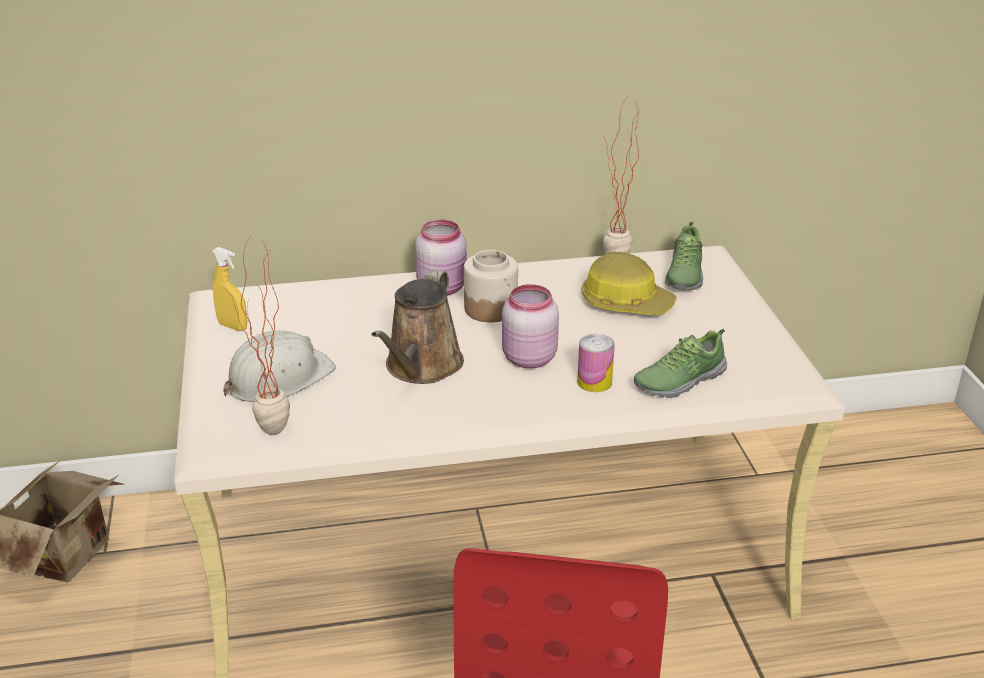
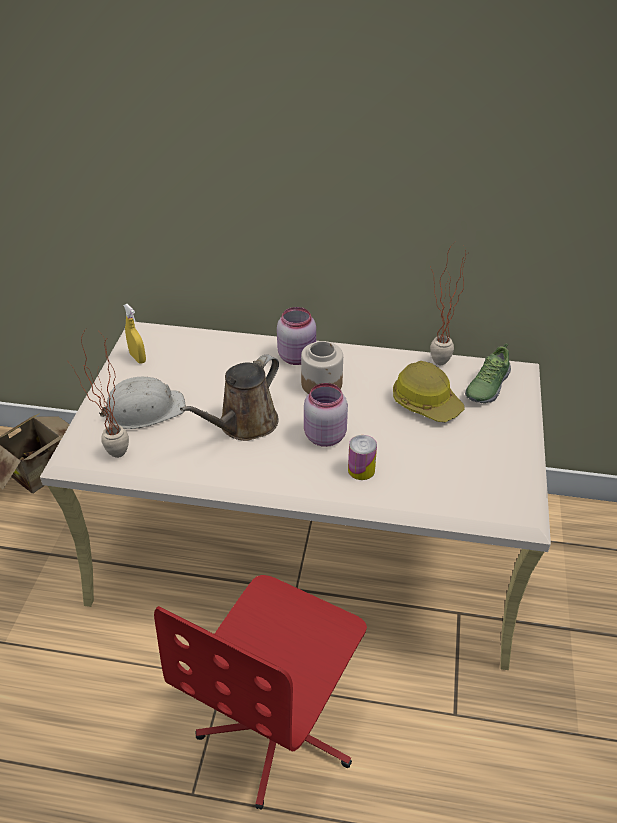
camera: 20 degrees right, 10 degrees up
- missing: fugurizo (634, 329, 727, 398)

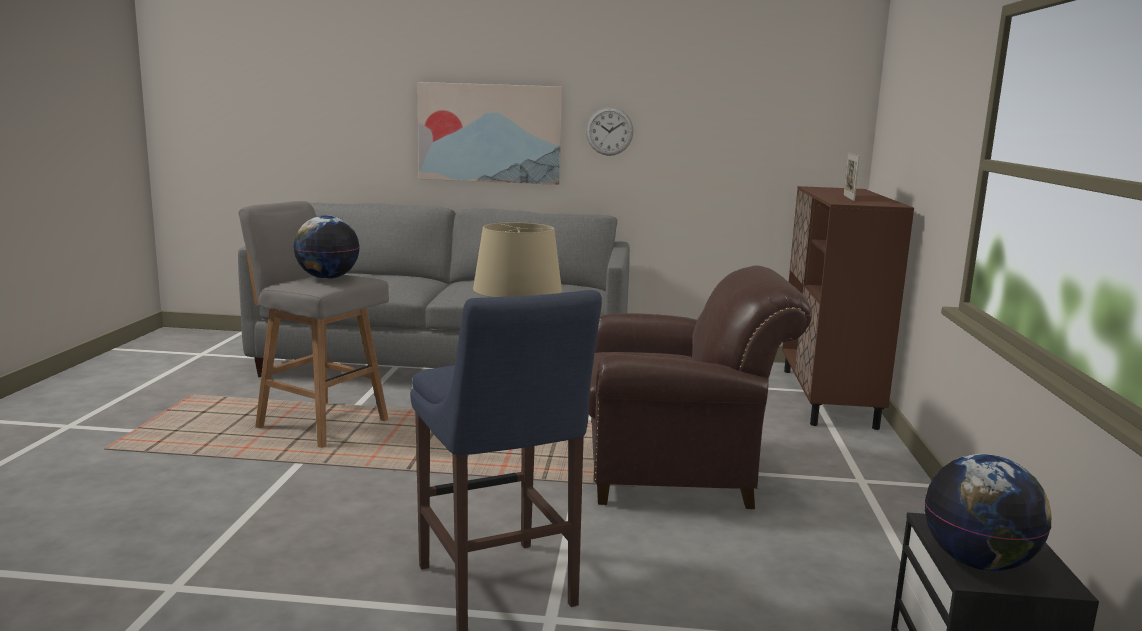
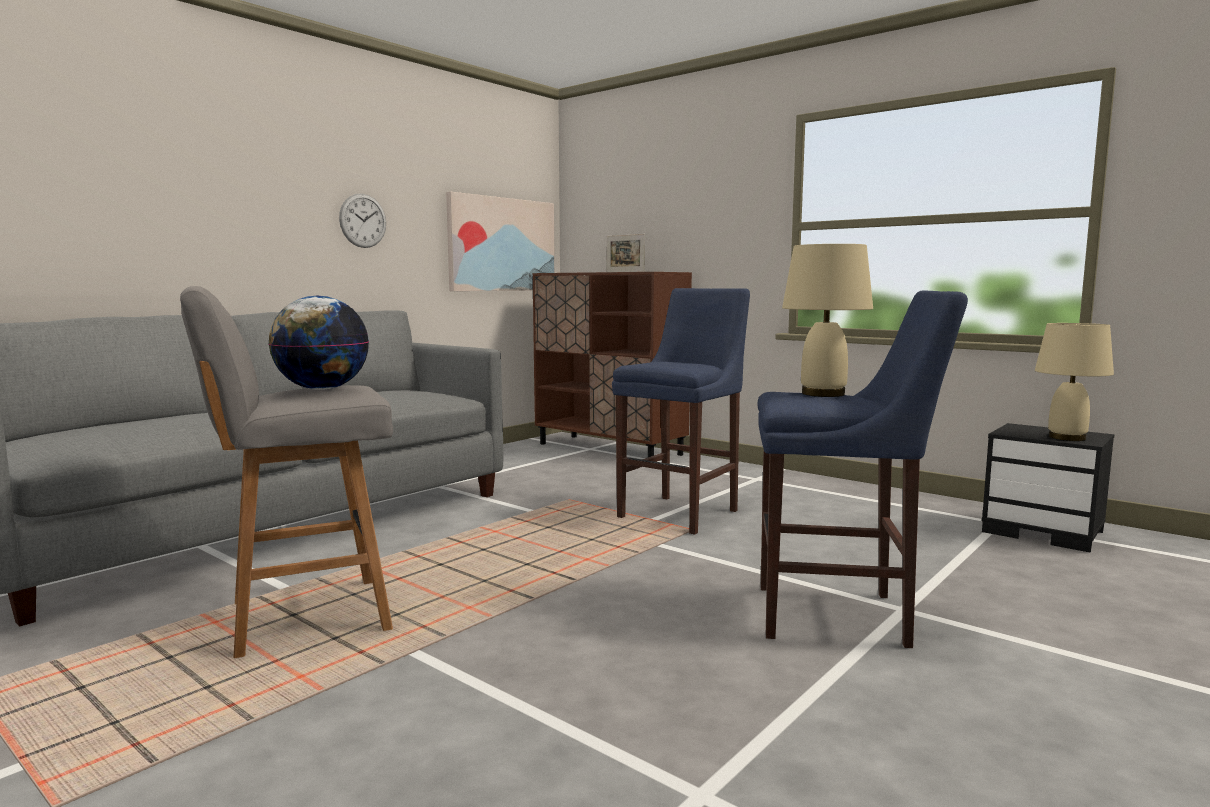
camera: 55 degrees left, 5 degrees down
- relocated: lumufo (417, 82, 563, 185) to (446, 192, 555, 291)
- exchanged: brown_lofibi (588, 266, 812, 509) to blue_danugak (612, 288, 750, 535)
- exchanged: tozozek (924, 454, 1052, 571) to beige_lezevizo (1035, 323, 1114, 441)

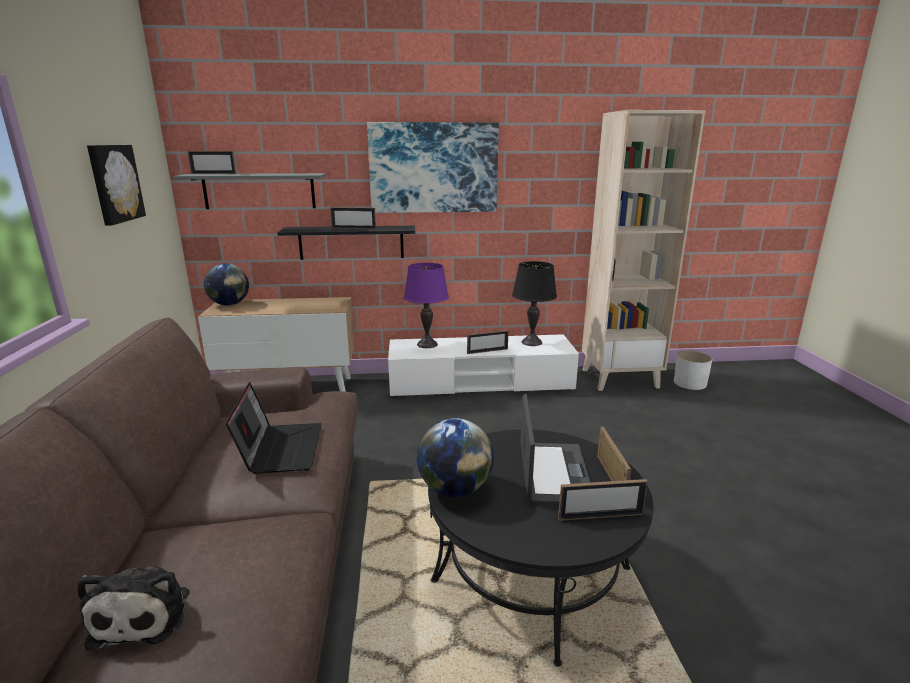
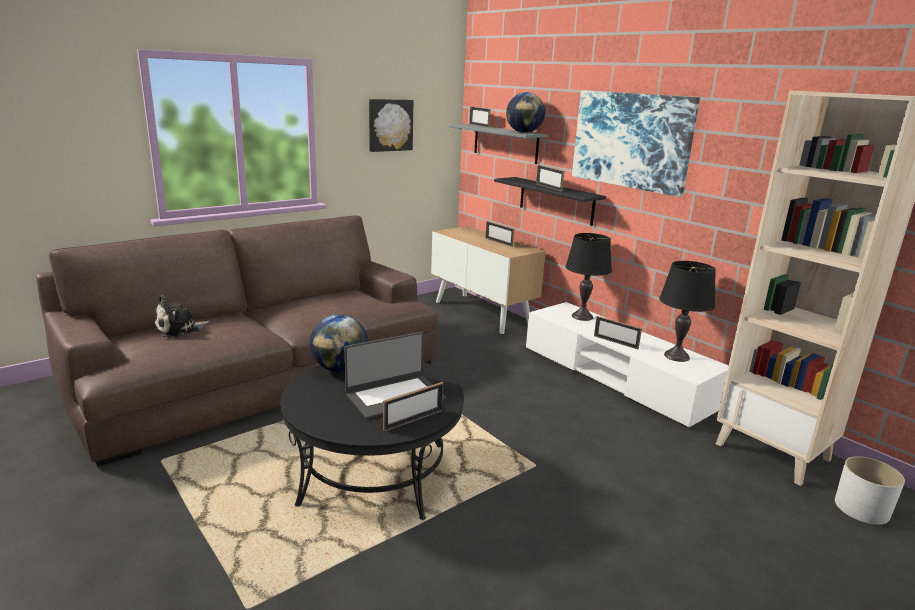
camera: 55 degrees right, 0 degrees up
- relocated: tozozek (204, 263, 249, 305) to (506, 92, 545, 133)
- missing: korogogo (225, 382, 322, 474)
- colour: purple_lezevizo (404, 263, 449, 348) to black_lezevizo (565, 233, 612, 321)
- relocated: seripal (558, 479, 648, 521) to (486, 221, 514, 247)

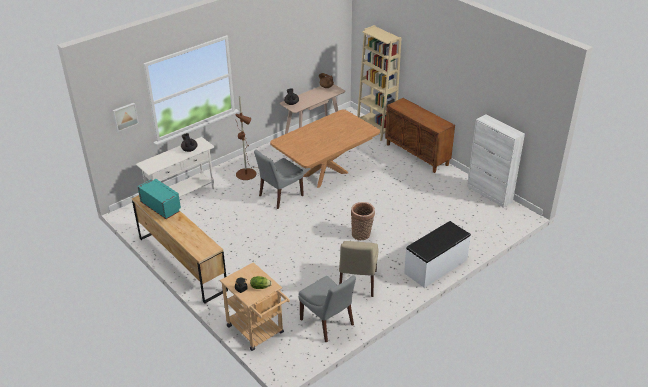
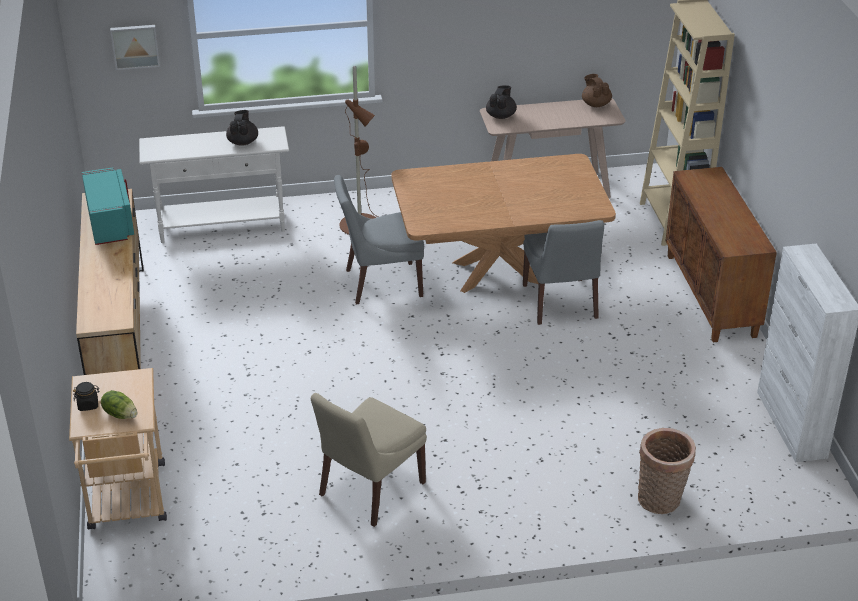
camera: 30 degrees right, 0 degrees up
- relocated: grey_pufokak (299, 275, 356, 342) to (523, 220, 604, 325)
- relocated: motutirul (351, 202, 375, 240) to (638, 428, 696, 514)
- missing: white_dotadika (404, 221, 471, 288)

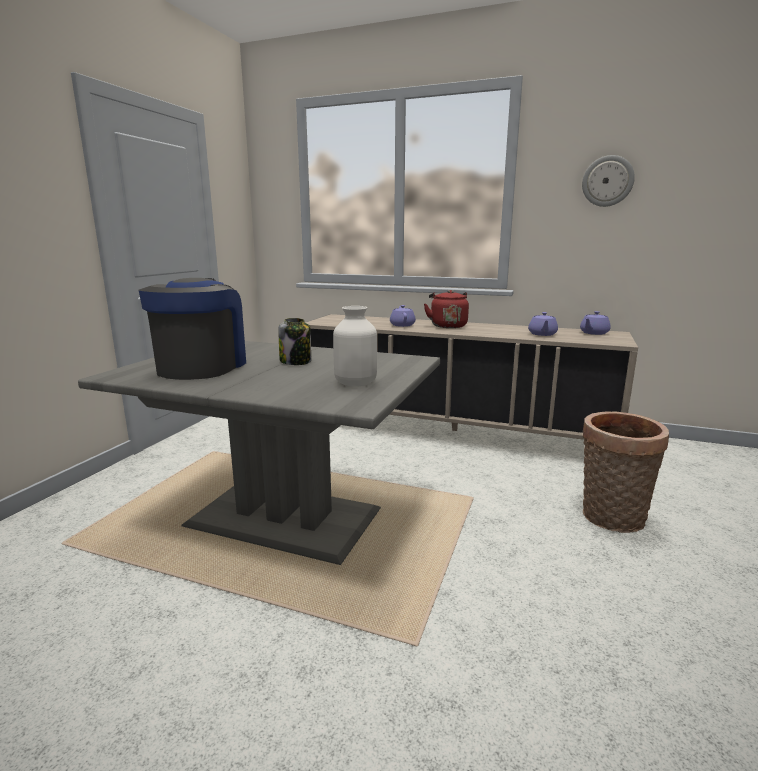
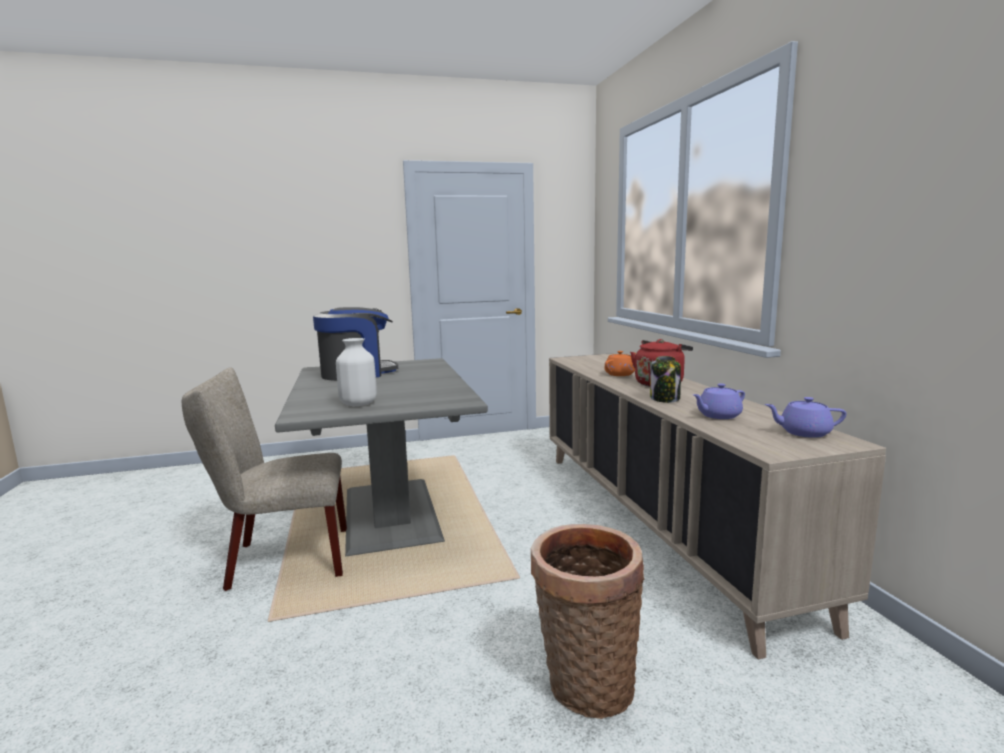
camera: 55 degrees right, 5 degrees down
- relocated: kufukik (278, 318, 311, 365) to (650, 356, 681, 403)
- colour: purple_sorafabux (390, 305, 416, 327) to orange_sorafabux (604, 351, 636, 376)
- missing: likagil (582, 155, 635, 207)
- appeared: beige_pufokak (182, 367, 347, 591)

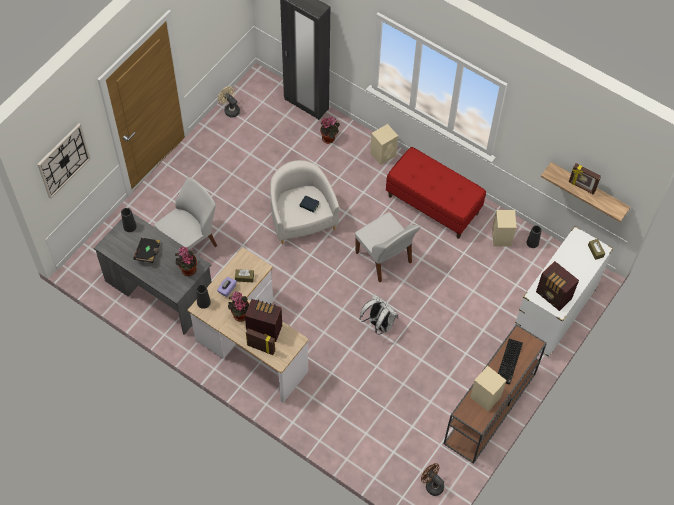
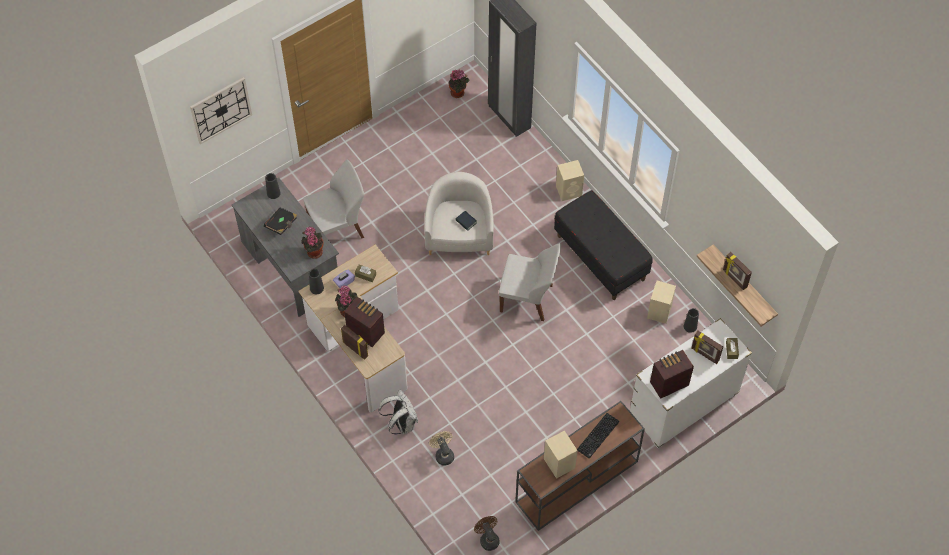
camera: 20 degrees right, 0 degrees up
- relocated: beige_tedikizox (218, 86, 240, 117) to (429, 431, 454, 466)
- relocated: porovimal (320, 117, 340, 144) to (449, 70, 469, 98)
- spun: white_pufokak (355, 212, 421, 282) = (499, 243, 561, 321) 60 degrees counterclockwise
- relocated: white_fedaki (360, 294, 398, 335) to (378, 390, 418, 434)
- colour: red_dotadika (386, 147, 486, 239) to black_dotadika (554, 190, 653, 300)
- spun: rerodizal (536, 261, 579, 311) = (650, 350, 694, 399) 90 degrees clockwise
- appeared: seripal (692, 331, 723, 364)

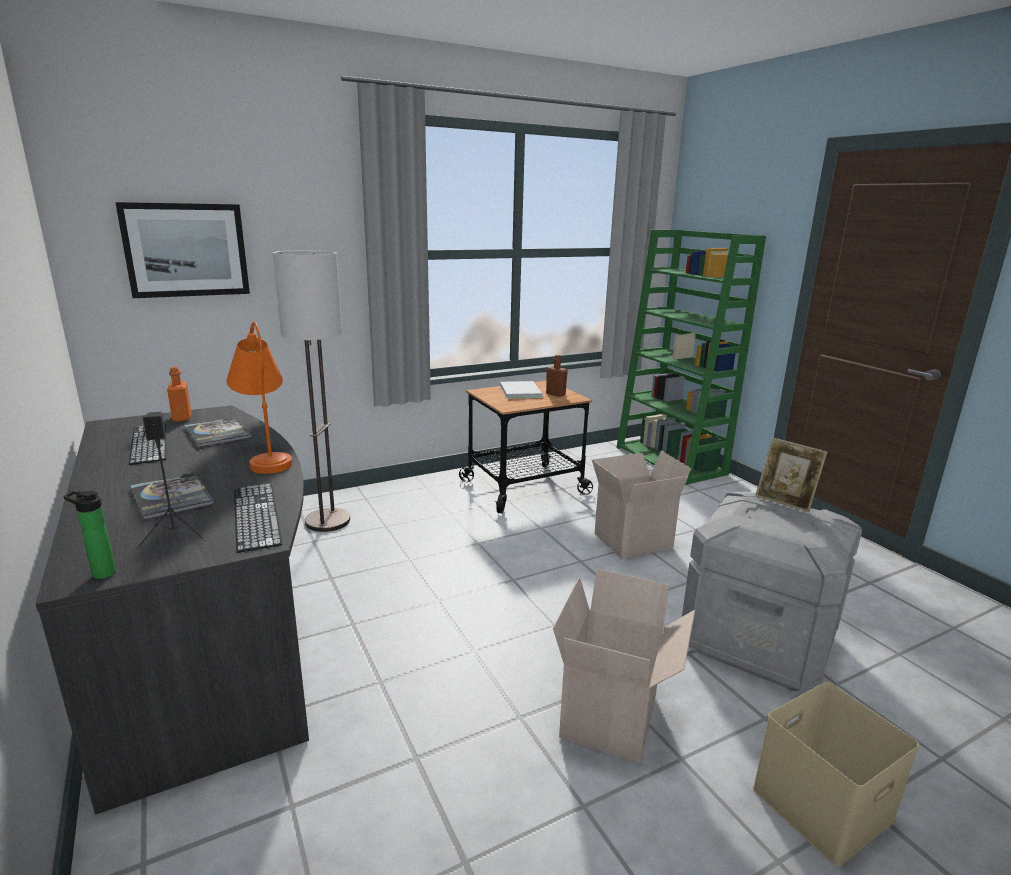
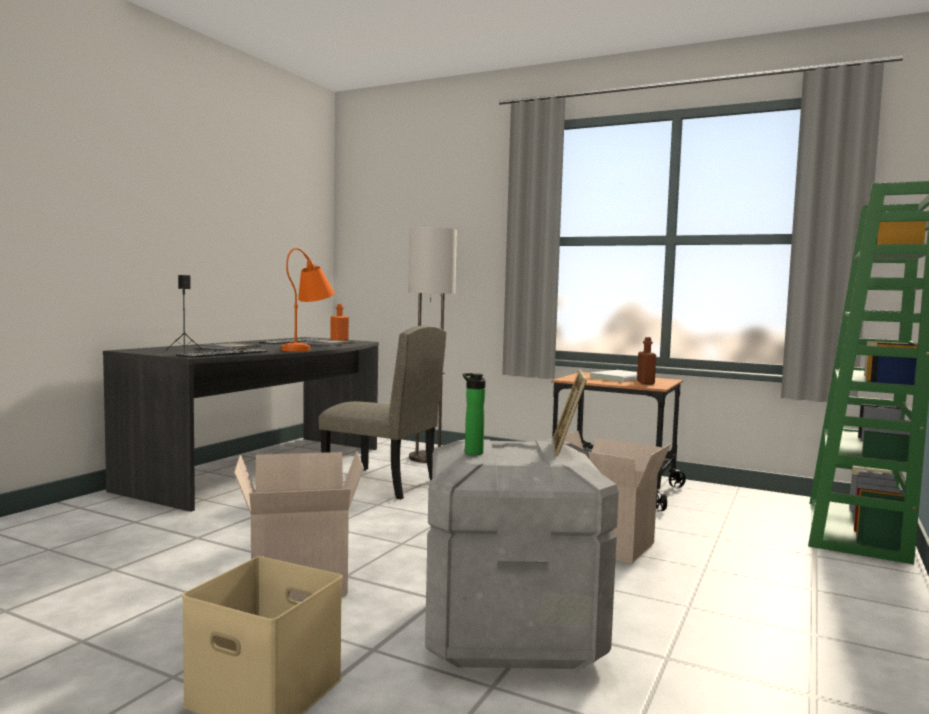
camera: 55 degrees right, 15 degrees down
- relocated: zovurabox (64, 491, 116, 579) to (463, 373, 486, 455)
- missing: lumufo (115, 202, 250, 298)
- appeared: beige_pufokak (318, 325, 446, 499)

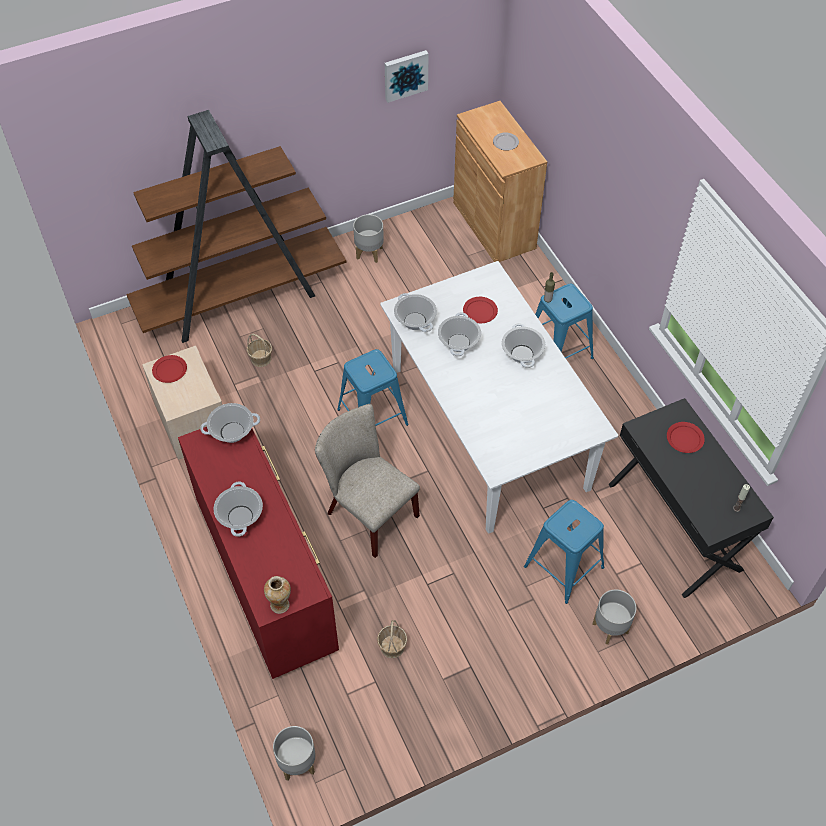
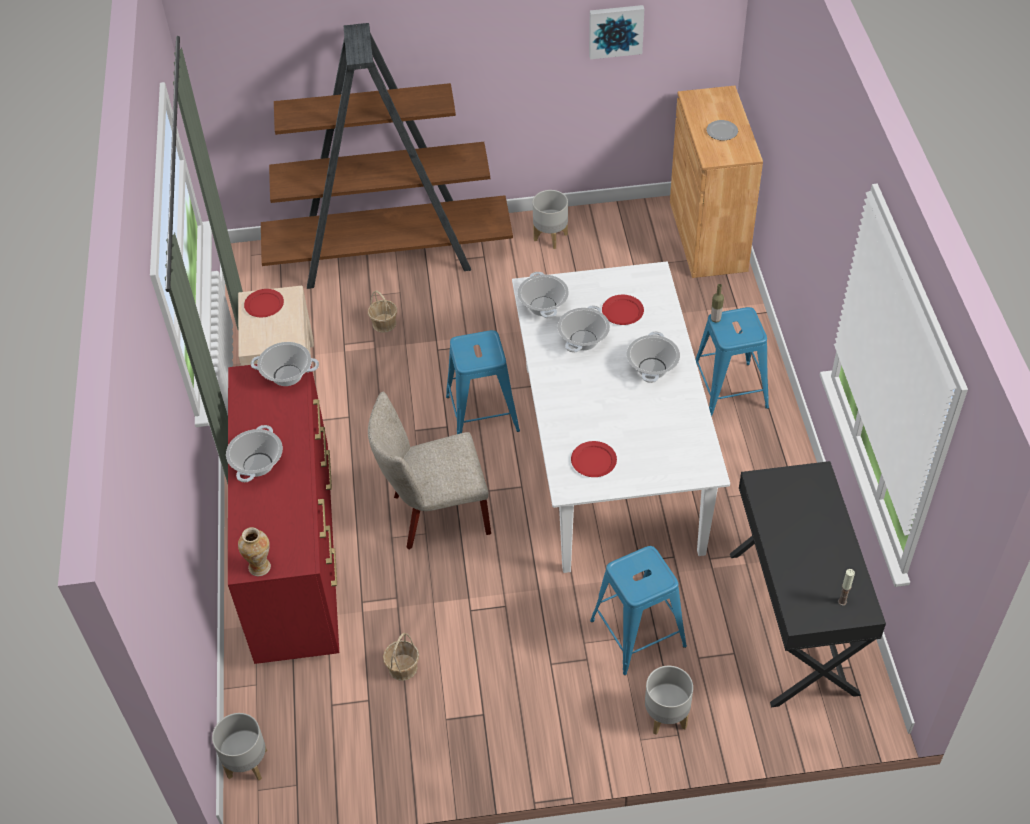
camera: 20 degrees right, 5 degrees down
- spun: beige_pufokak (315, 404, 420, 558) = (368, 392, 491, 550) 75 degrees counterclockwise
- relocated: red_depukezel (667, 422, 705, 453) to (571, 441, 617, 477)

